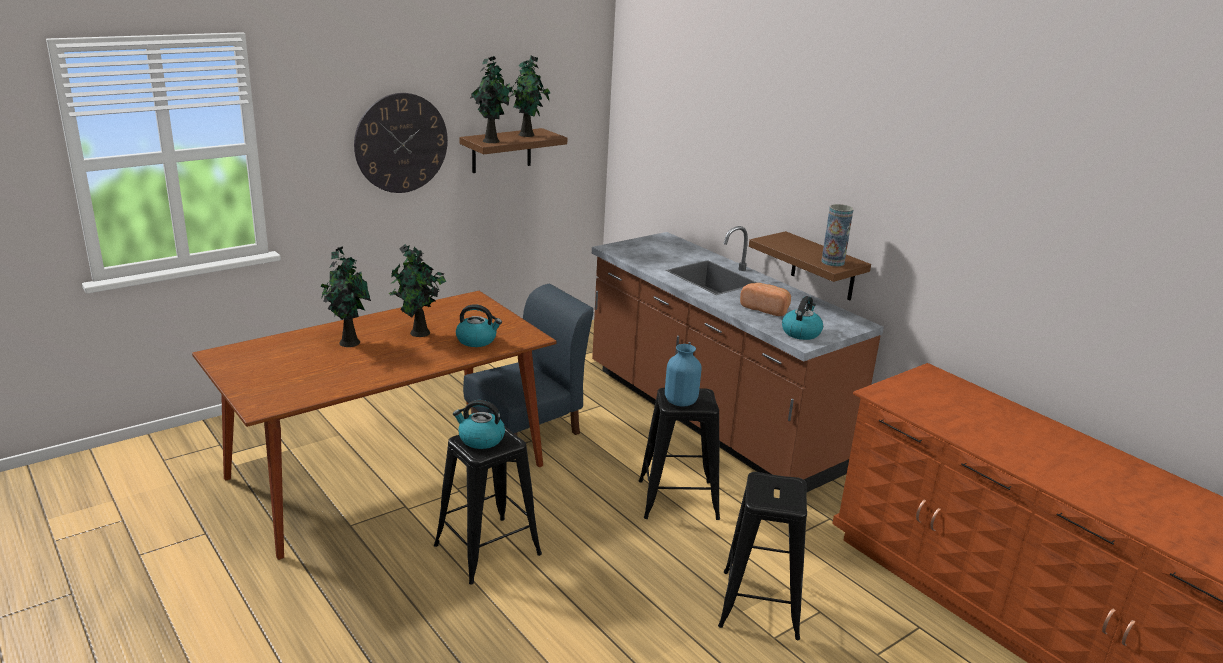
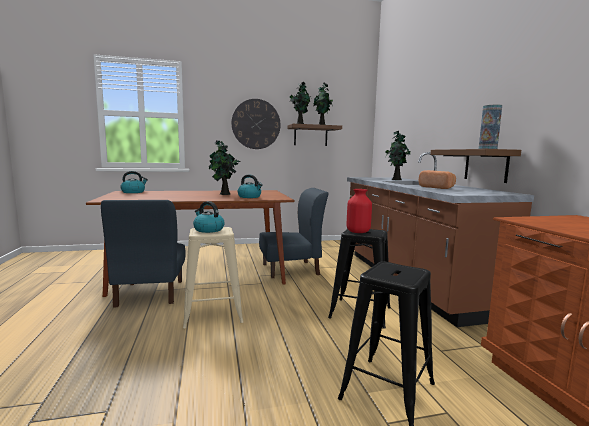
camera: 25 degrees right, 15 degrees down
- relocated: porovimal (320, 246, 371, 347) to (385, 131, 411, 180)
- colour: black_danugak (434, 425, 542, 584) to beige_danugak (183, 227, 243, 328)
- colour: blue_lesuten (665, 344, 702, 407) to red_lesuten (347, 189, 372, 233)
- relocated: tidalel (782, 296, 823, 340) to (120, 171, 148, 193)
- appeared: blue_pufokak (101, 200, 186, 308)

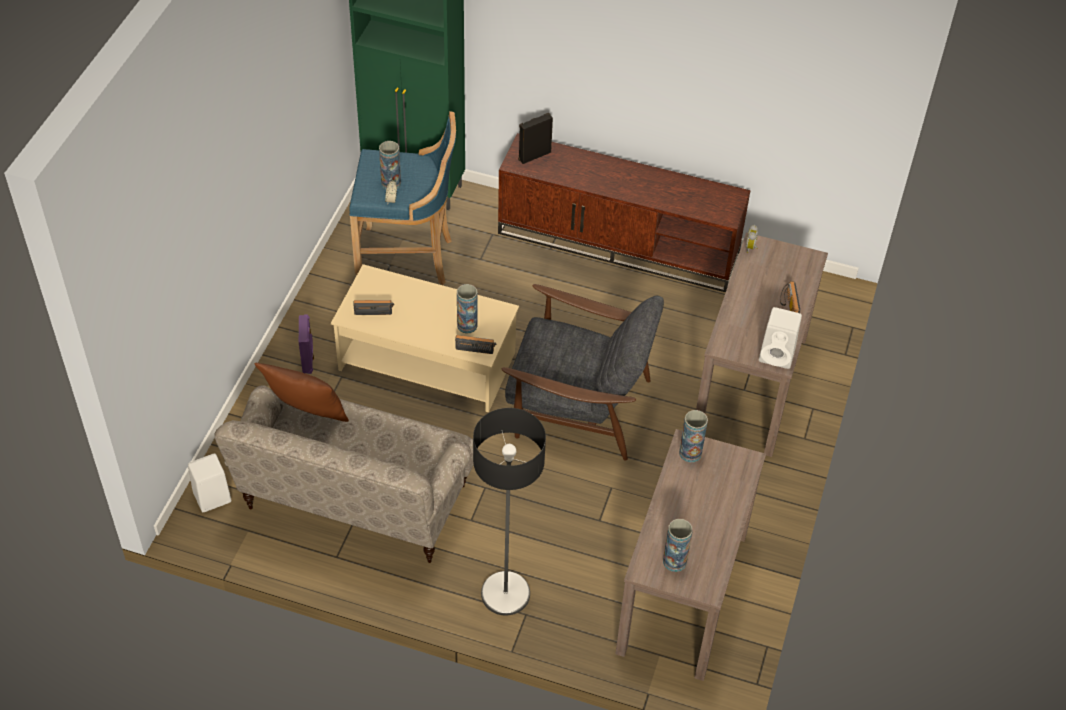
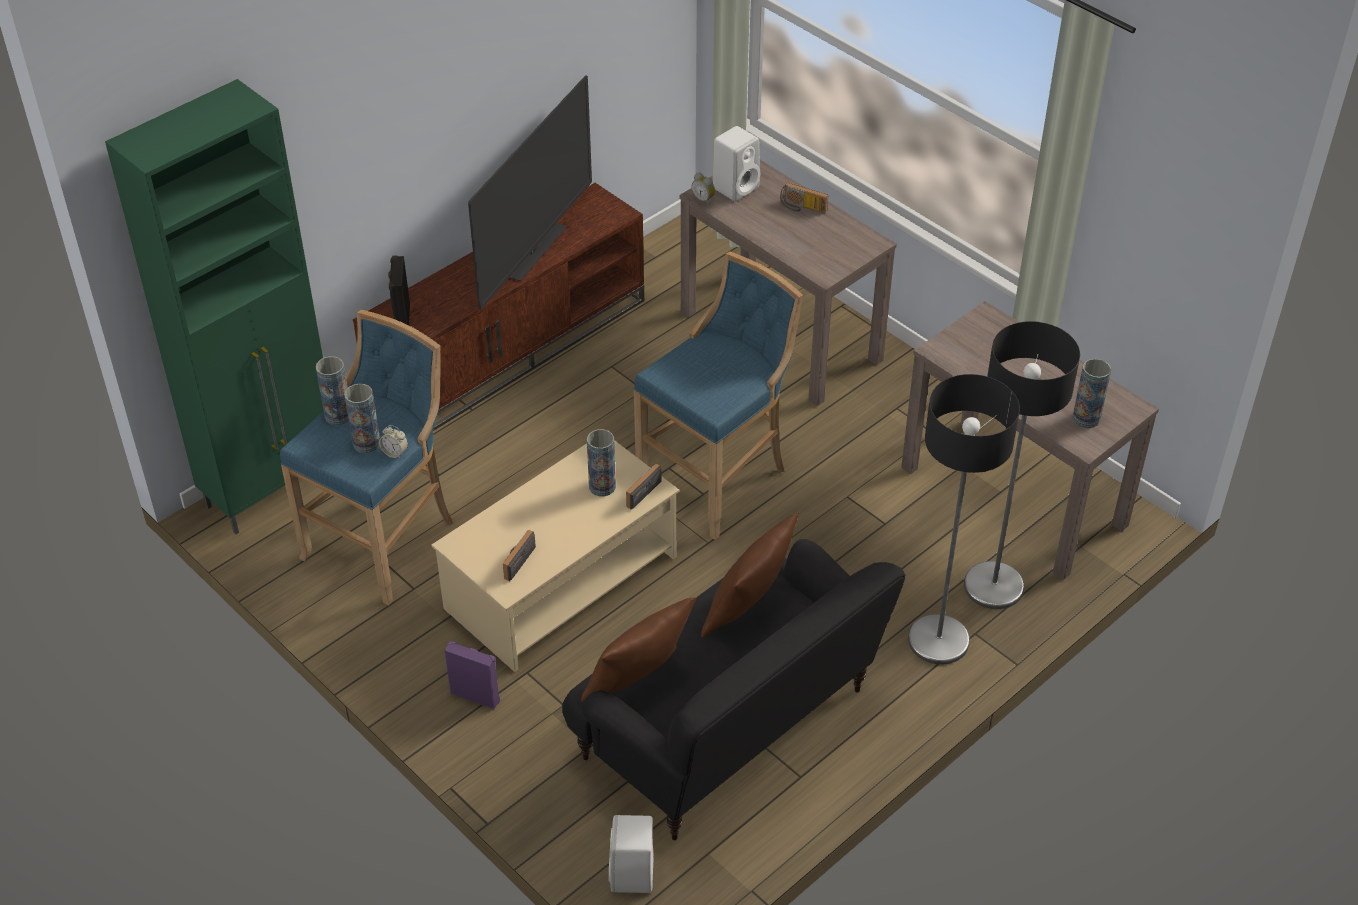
camera: 60 degrees left, 5 degrees down
- colour: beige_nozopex (215, 385, 474, 563) to black_nozopex (562, 539, 906, 840)
- exchanged: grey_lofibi (502, 284, 664, 461) to blue_danugak (634, 252, 803, 540)
- relocated: lesuten (679, 410, 708, 463) to (316, 356, 349, 425)
- relocated: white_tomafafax (759, 307, 802, 369) to (713, 126, 760, 201)
- appeared: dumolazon (468, 75, 592, 310)
- appeared: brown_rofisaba (701, 513, 799, 638)
- appeared: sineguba (964, 321, 1080, 609)

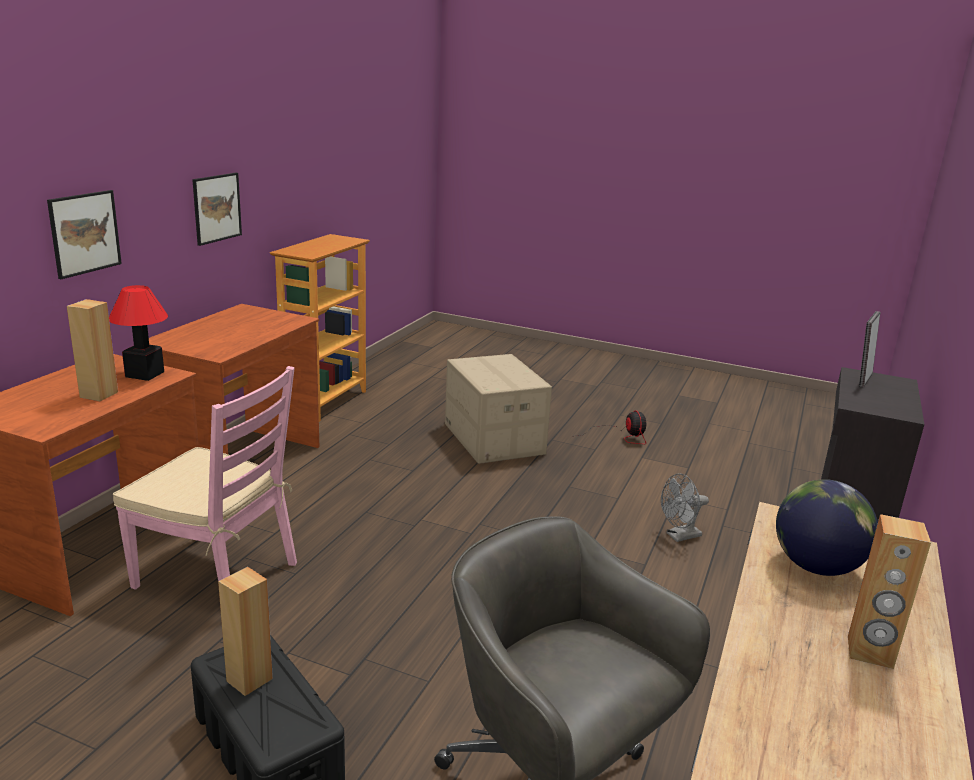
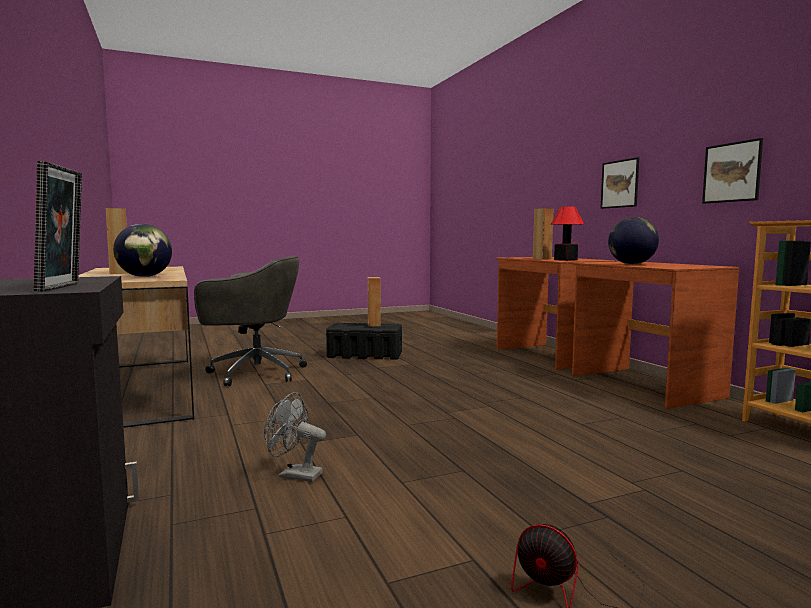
camera: 135 degrees right, 15 degrees down
- missing: pink_pufokak (113, 366, 297, 590)
- missing: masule (445, 354, 552, 464)
- spun: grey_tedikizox (661, 473, 709, 542) = (264, 392, 326, 482) 90 degrees counterclockwise
- appeared: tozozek (608, 217, 659, 264)

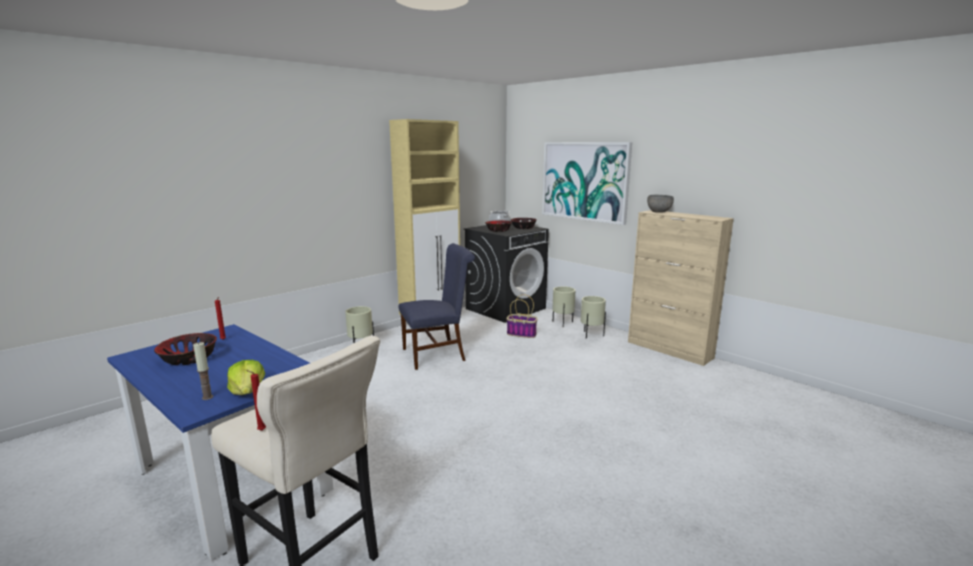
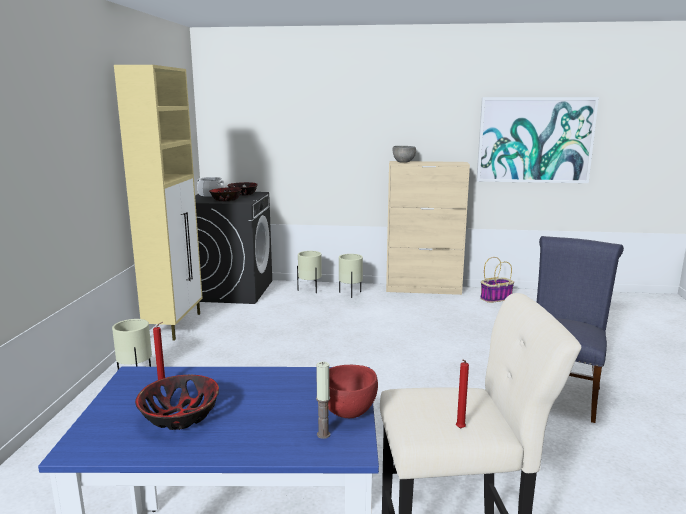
camera: 40 degrees left, 0 degrees up
- exchanged: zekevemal (227, 360, 265, 395) to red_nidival (328, 365, 378, 418)
- relocated: blue_pufokak (398, 243, 475, 370) to (537, 236, 624, 423)
- relocated: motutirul (506, 294, 538, 338) to (480, 257, 514, 303)
- relocated: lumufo (542, 142, 632, 225) to (477, 97, 599, 183)

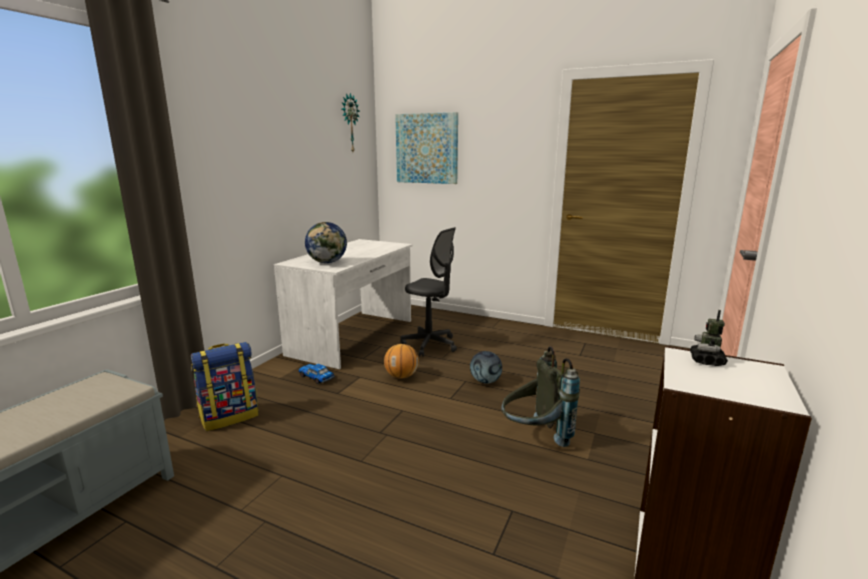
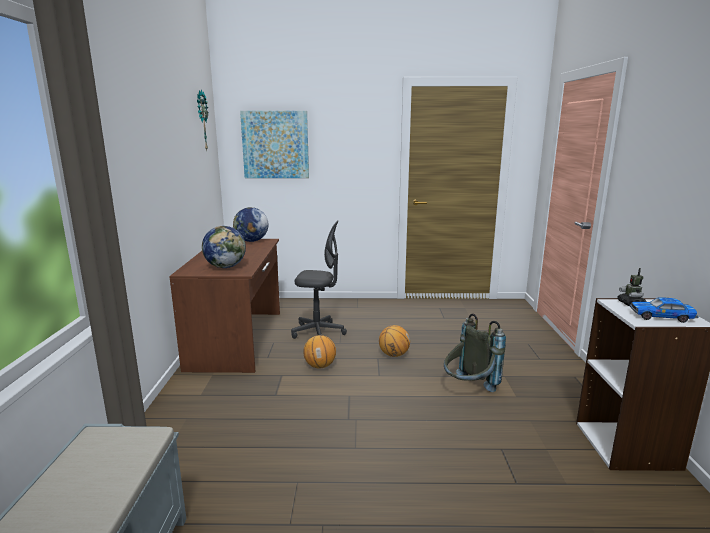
camera: 25 degrees left, 0 degrees up
- missing: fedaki (191, 342, 259, 431)
- colour: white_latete (274, 239, 412, 369) to brown_latete (169, 239, 280, 373)
- relocated: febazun (298, 364, 335, 384) to (629, 297, 699, 323)
- exchanged: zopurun (470, 351, 502, 384) to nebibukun (379, 325, 410, 357)
- appeared: tozozek (233, 207, 268, 242)

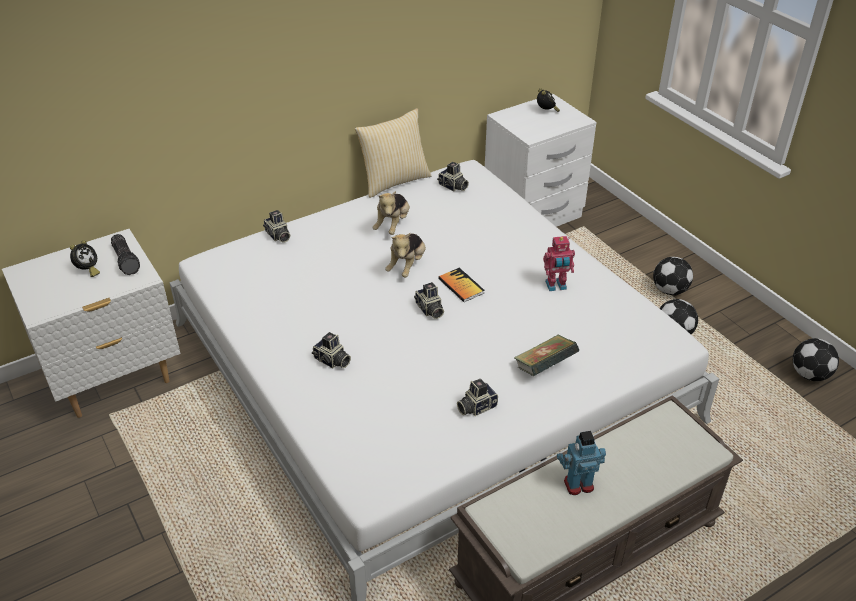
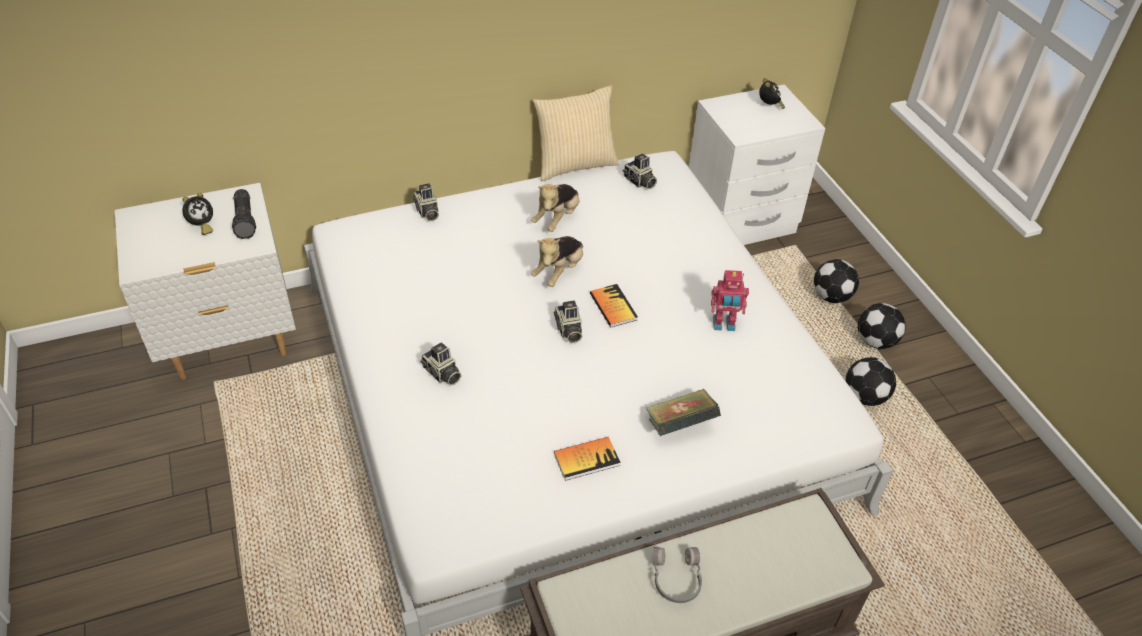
camera: 10 degrees right, 5 degrees up
- exchanged: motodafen (457, 379, 498, 416) to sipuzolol (554, 437, 621, 481)
- exchanged: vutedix (557, 431, 606, 495) to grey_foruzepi (652, 547, 702, 603)
- relocated: zopurun (793, 338, 839, 381) to (814, 259, 859, 303)

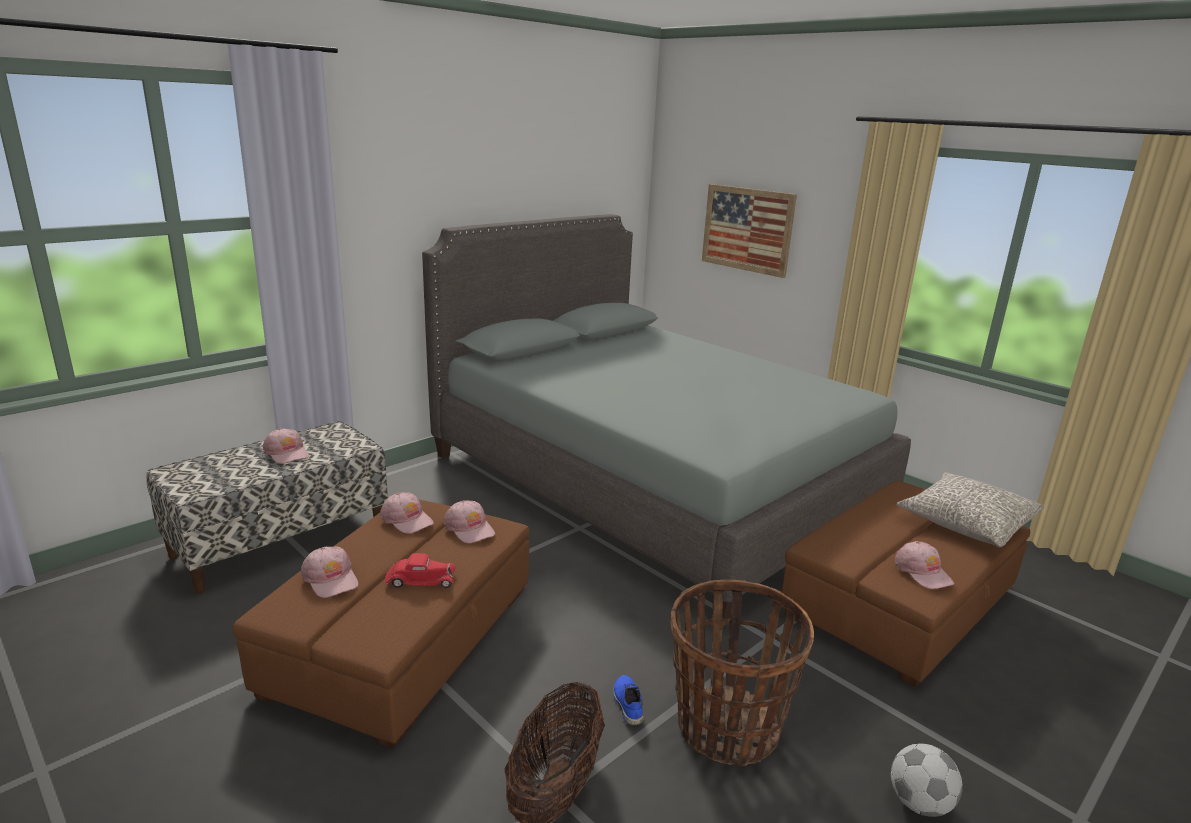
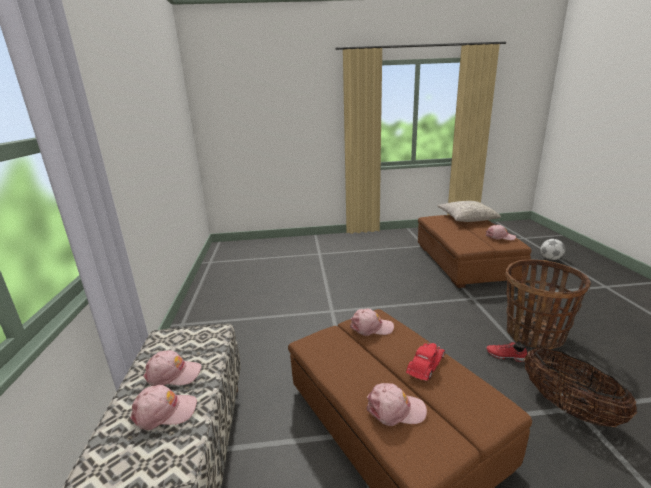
camera: 50 degrees left, 0 degrees up
- relocated: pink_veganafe (380, 492, 434, 534) to (130, 385, 197, 430)
- missing: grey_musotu (422, 214, 911, 619)
- colour: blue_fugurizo (613, 675, 644, 726) to red_fugurizo (486, 342, 527, 362)
- missing: lumufo (702, 184, 797, 278)
- relocated: zopurun (891, 743, 963, 817) to (541, 239, 565, 260)

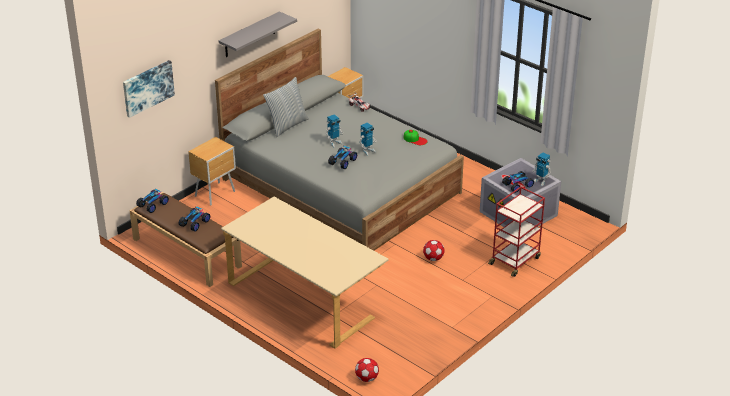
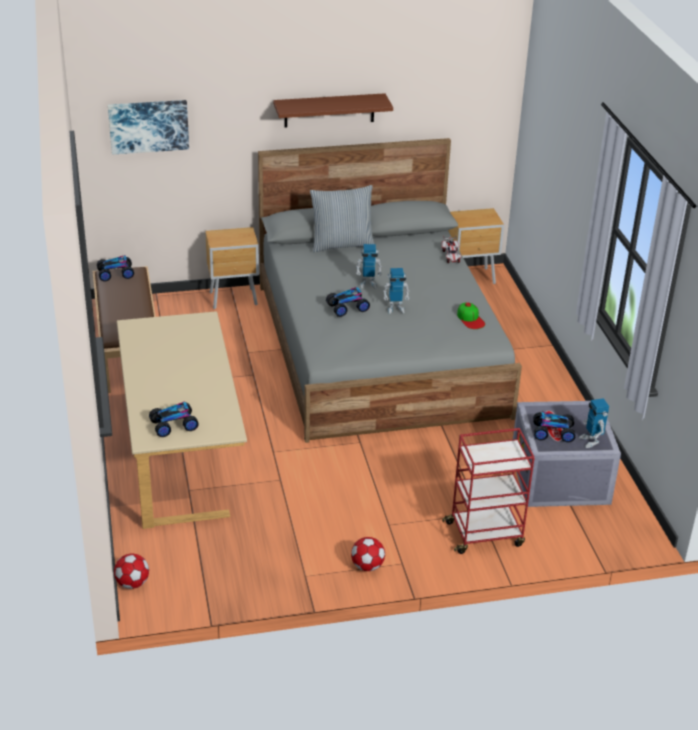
camera: 35 degrees right, 0 degrees up
- relocated: febazun (179, 207, 210, 232) to (149, 401, 199, 437)
- colour: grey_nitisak (219, 11, 297, 57) to brown_nitisak (273, 93, 393, 128)
- relocated: zopurun (423, 240, 444, 261) to (351, 537, 385, 571)

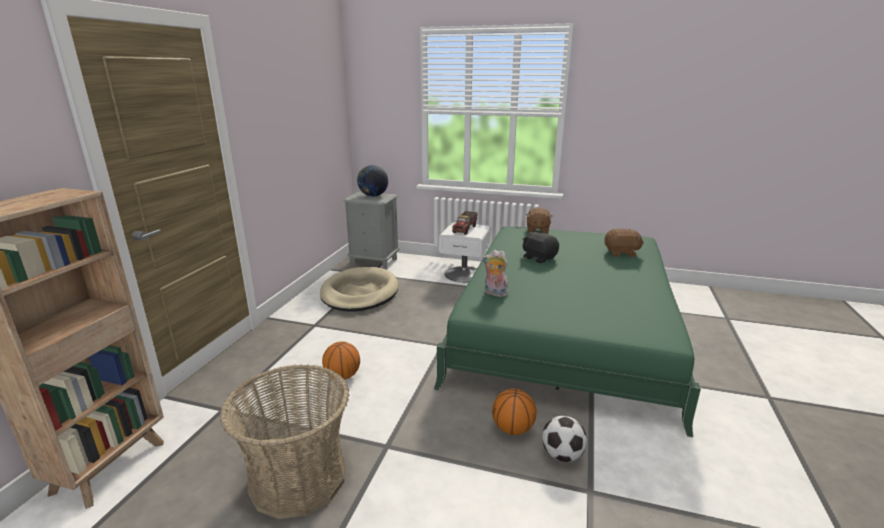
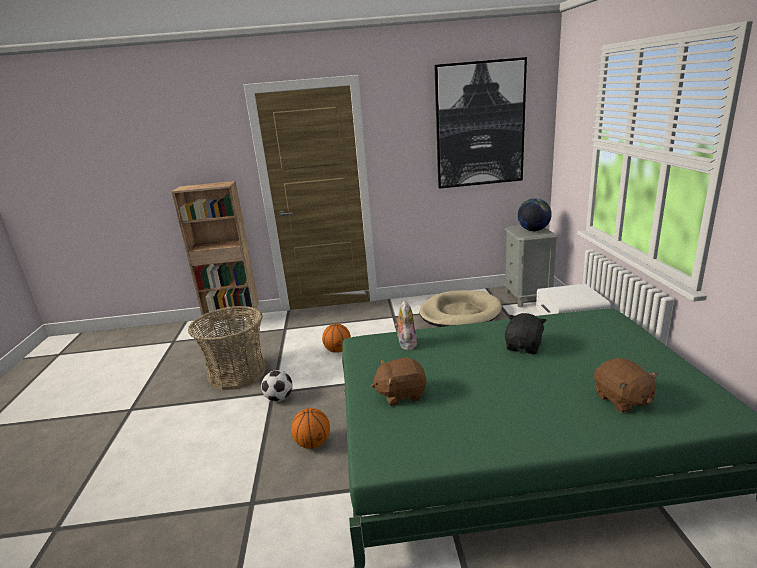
camera: 70 degrees right, 0 degrees up
- missing: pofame (452, 211, 478, 235)
- relocated: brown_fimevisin (526, 207, 553, 234) to (371, 357, 426, 406)
- relocated: zopurun (542, 416, 587, 462) to (261, 370, 293, 401)
- appeared: lumufo (434, 57, 527, 189)

